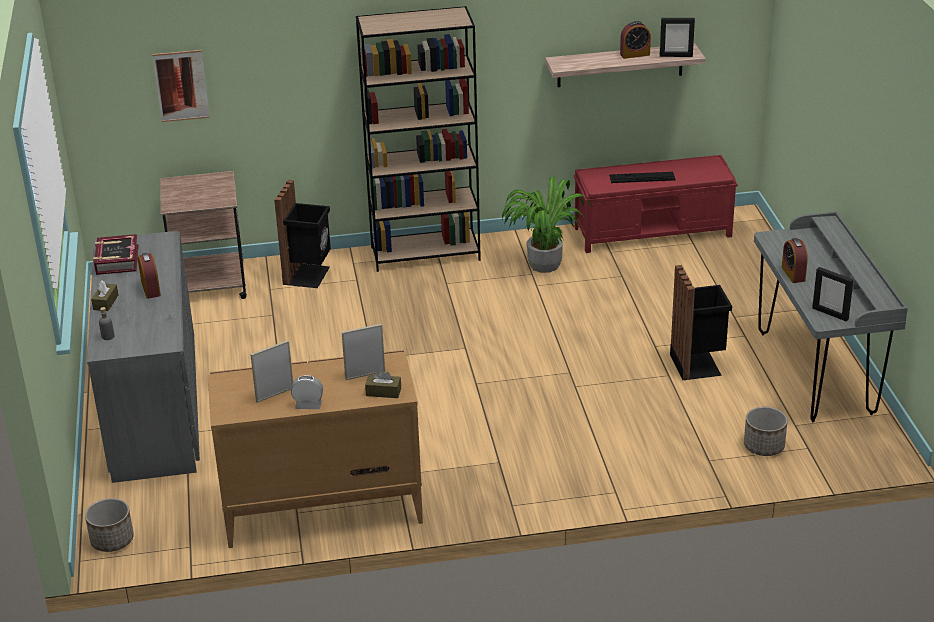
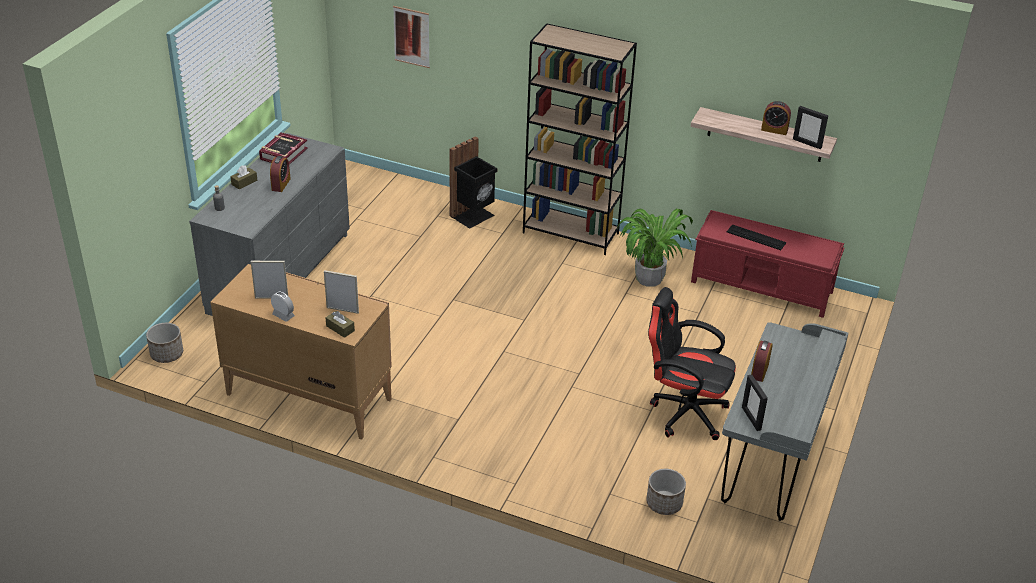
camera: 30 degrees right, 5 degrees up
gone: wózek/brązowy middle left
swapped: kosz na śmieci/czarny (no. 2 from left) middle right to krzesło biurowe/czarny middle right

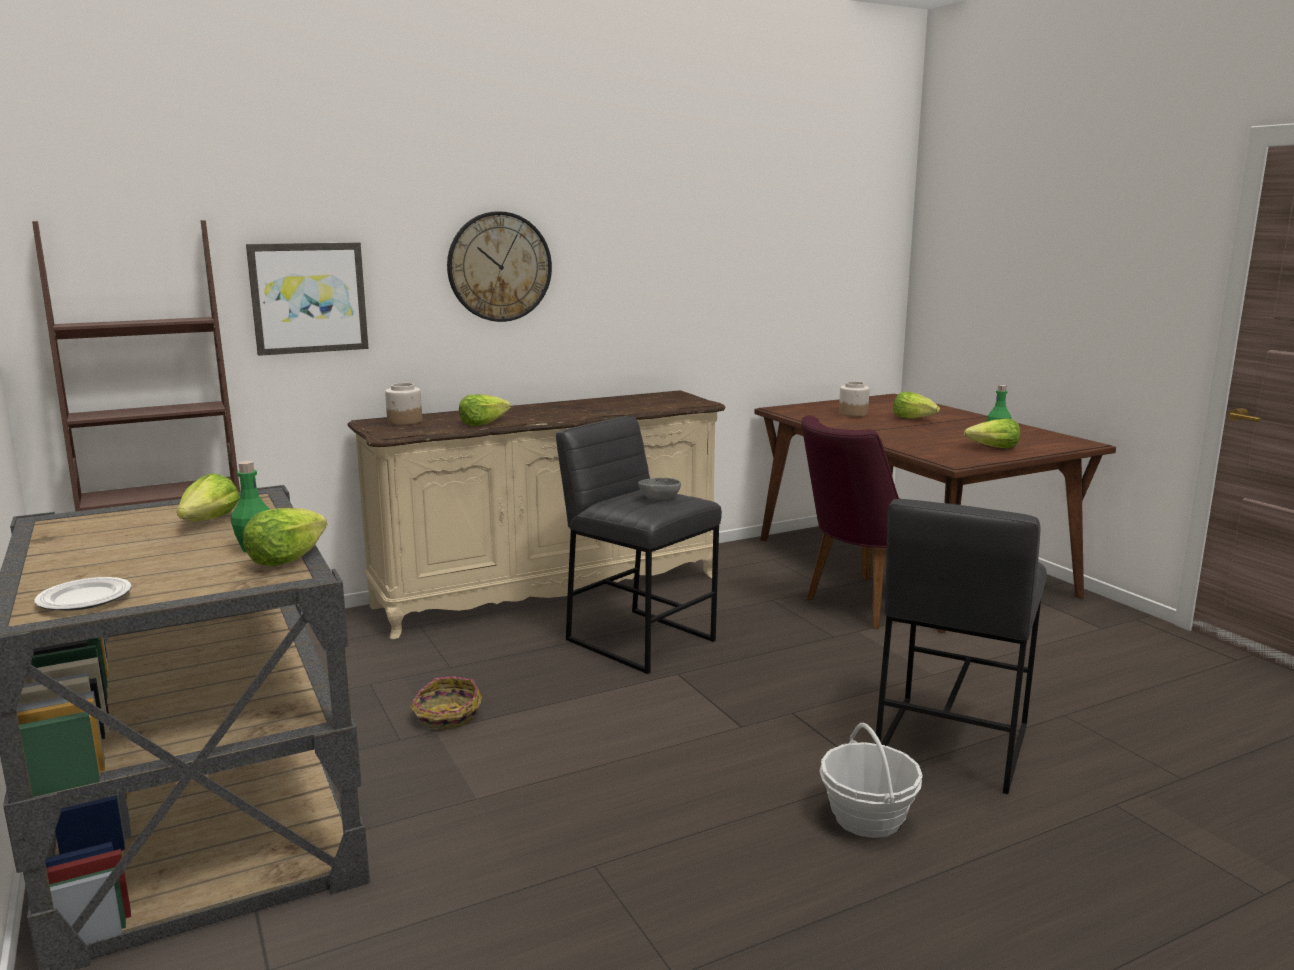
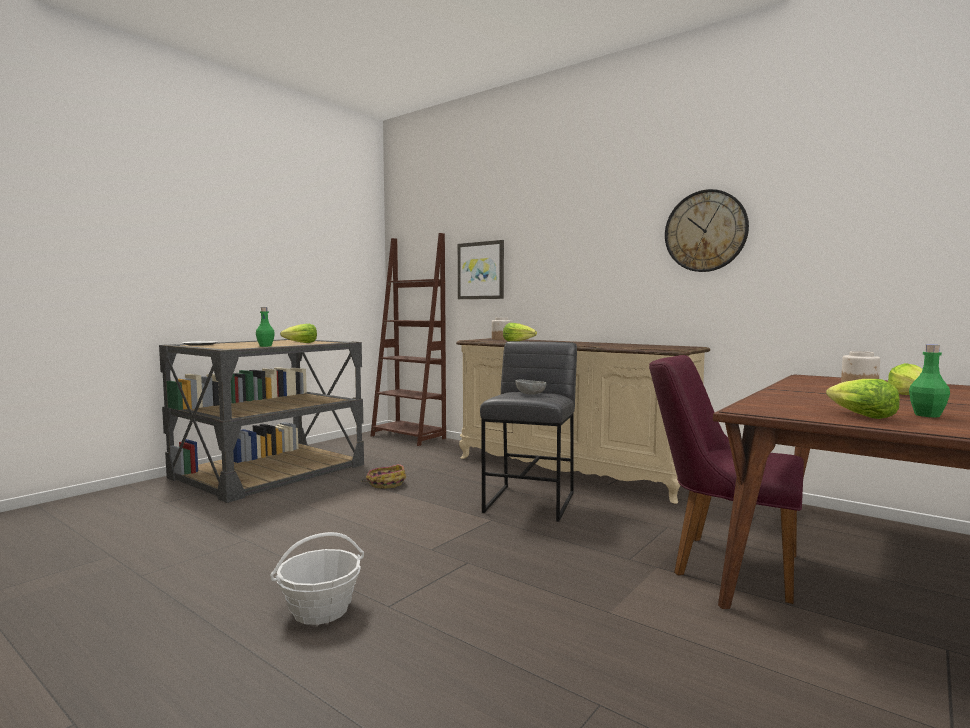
camera: 65 degrees right, 10 degrees down
gone: sałata (no. 2 from left) middle left; stołek/szary (no. 2 from left) middle right
shifted: zegar ścienny top centre to top right

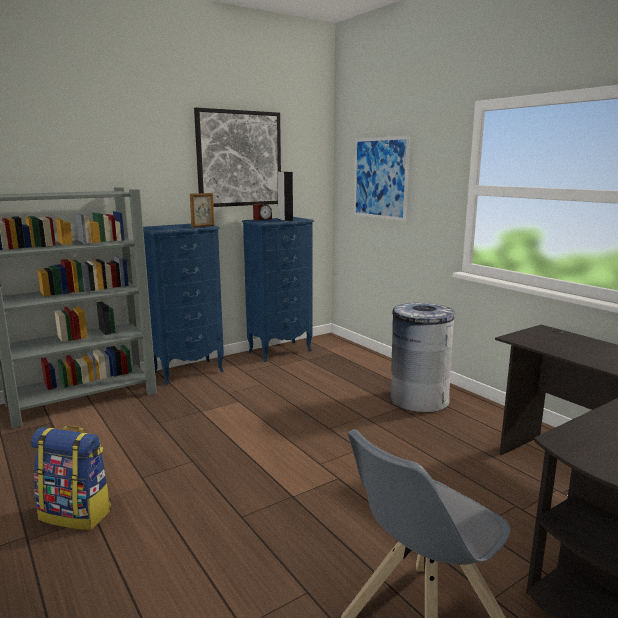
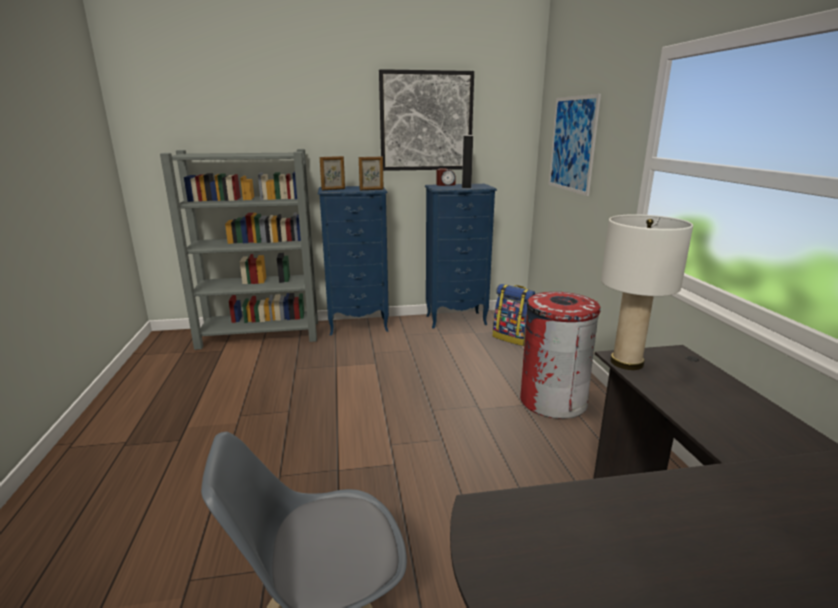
camera: 25 degrees right, 5 degrees up
new: ramka na zdjęcie (no. 1 from left) top centre; lampa stołowa/biały middle right
shifted: plecak bottom left to centre
repainted: kosz na śmieci/szary middle right to kosz na śmieci/czerwony middle right

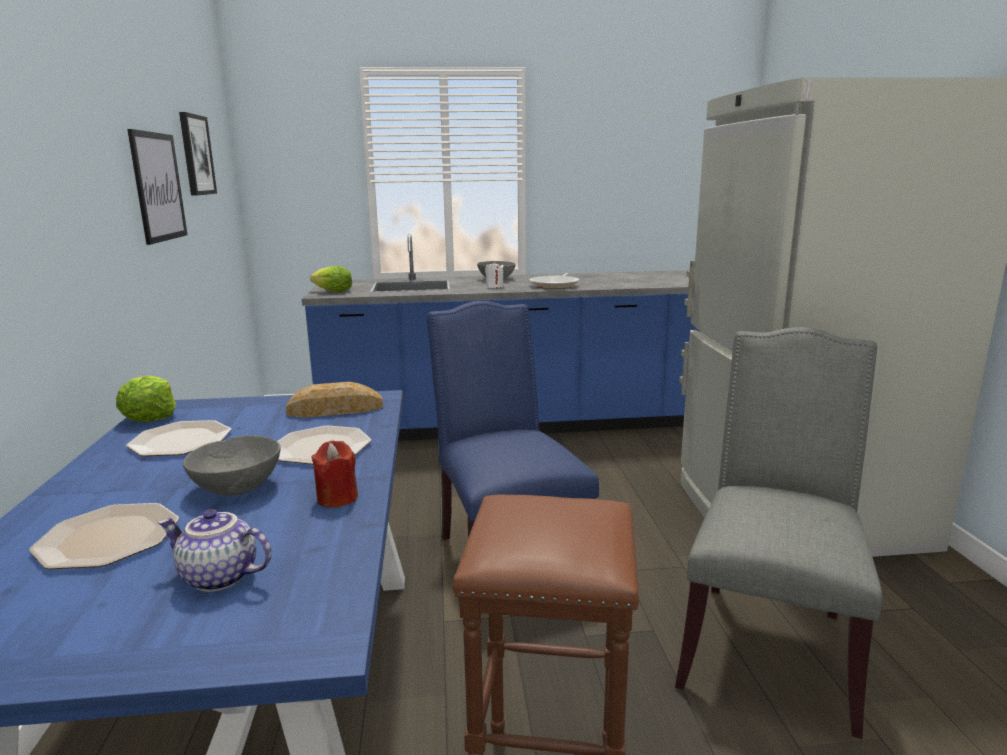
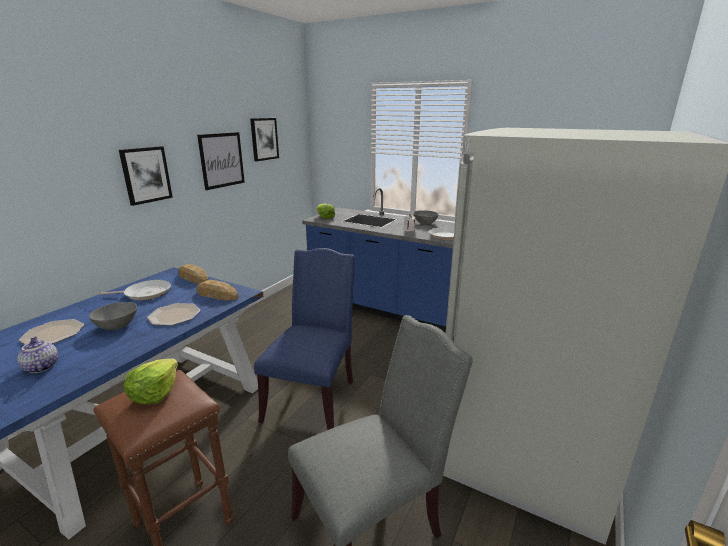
camera: 35 degrees right, 5 degrees up
gone: świeca/czerwony middle left
new: obraz (no. 1 from left) top left; chleb (no. 1 from left) middle left
shifted: sałata (no. 1 from left) middle left to bottom left
swapped: talerz (no. 2 from left) middle left to patelnia (no. 1 from left) middle left

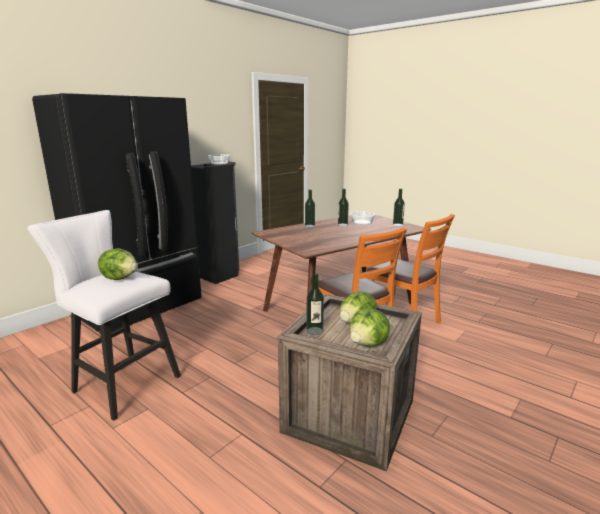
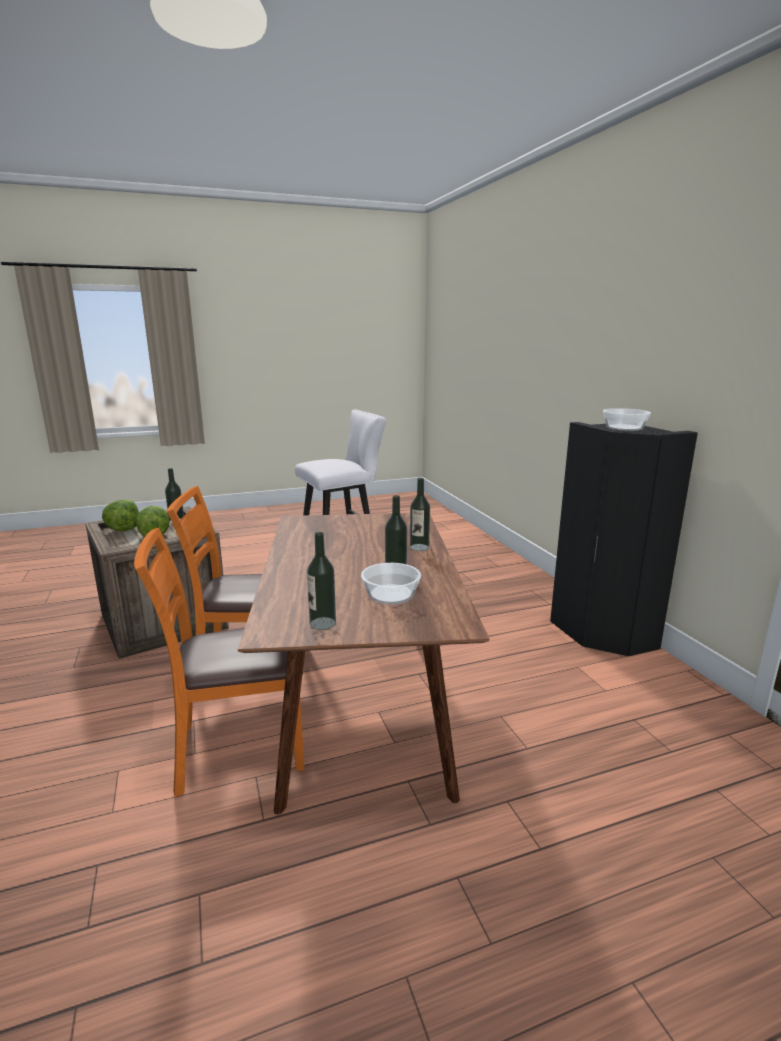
camera: 120 degrees right, 0 degrees up
gone: lodówka/czarny middle left; sałata (no. 1 from left) middle left

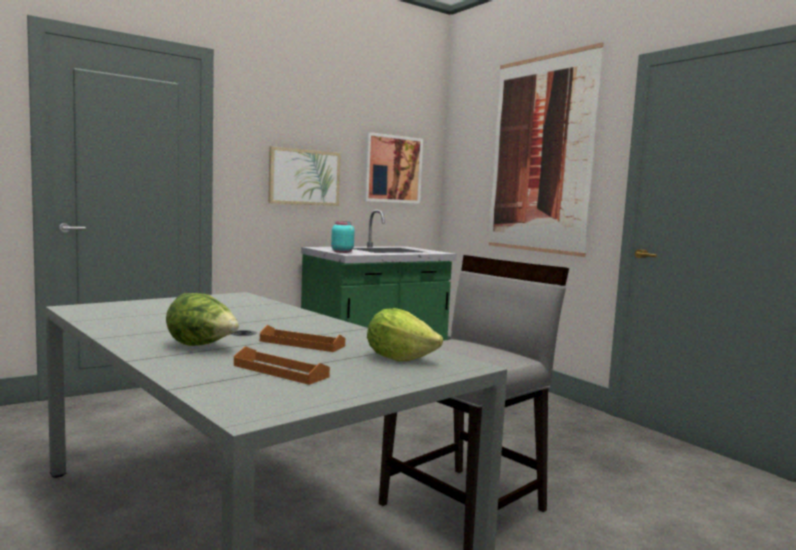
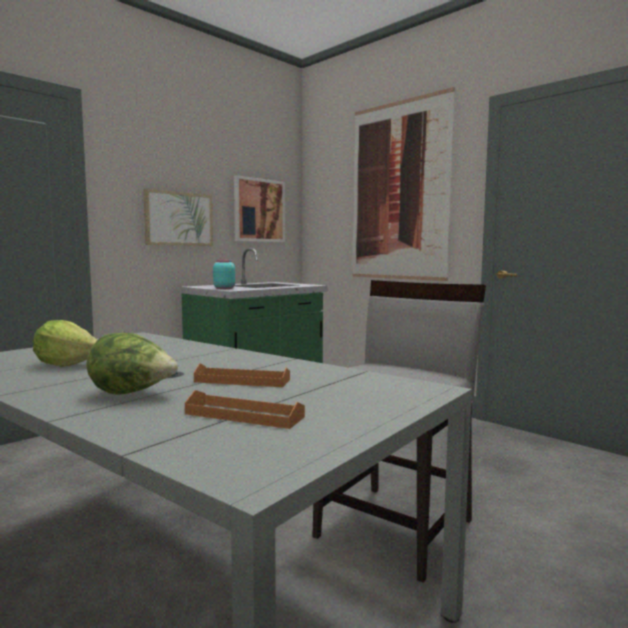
camera: 10 degrees left, 0 degrees up
shifted: sałata (no. 2 from left in the first image) centre to sałata (no. 1 from left) middle left

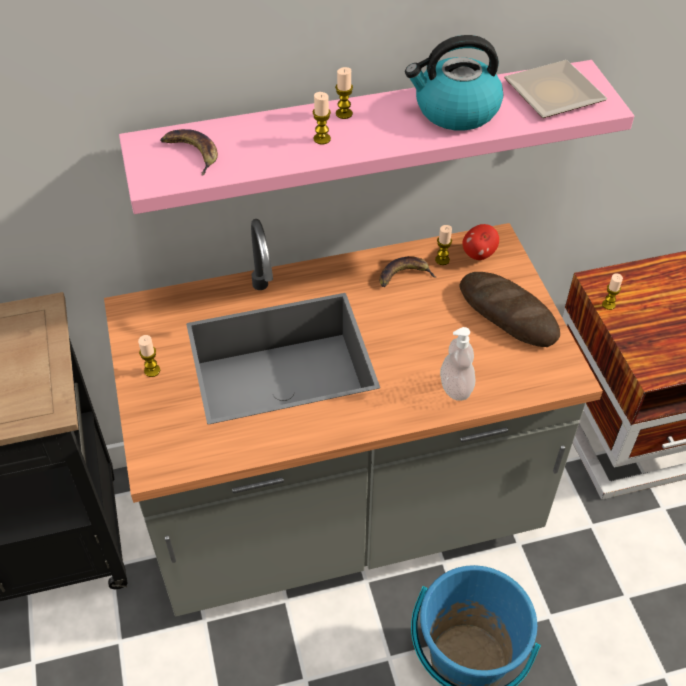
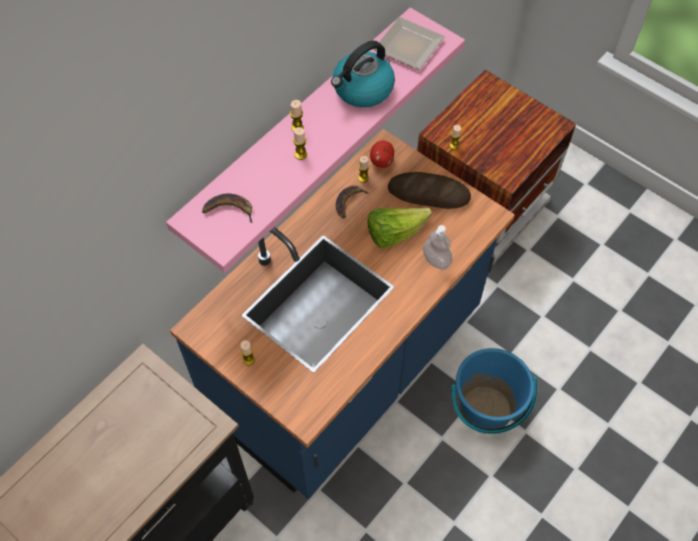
camera: 35 degrees left, 10 degrees up
new: sałata centre
repainted: zabudowa kuchenna/szary centre to zabudowa kuchenna/niebieski centre

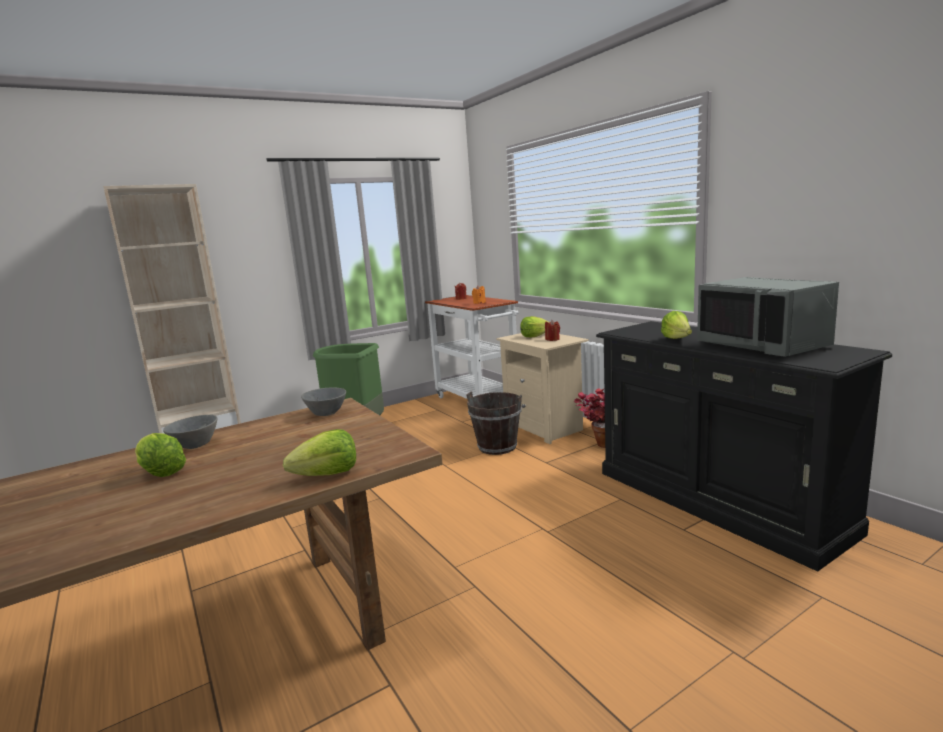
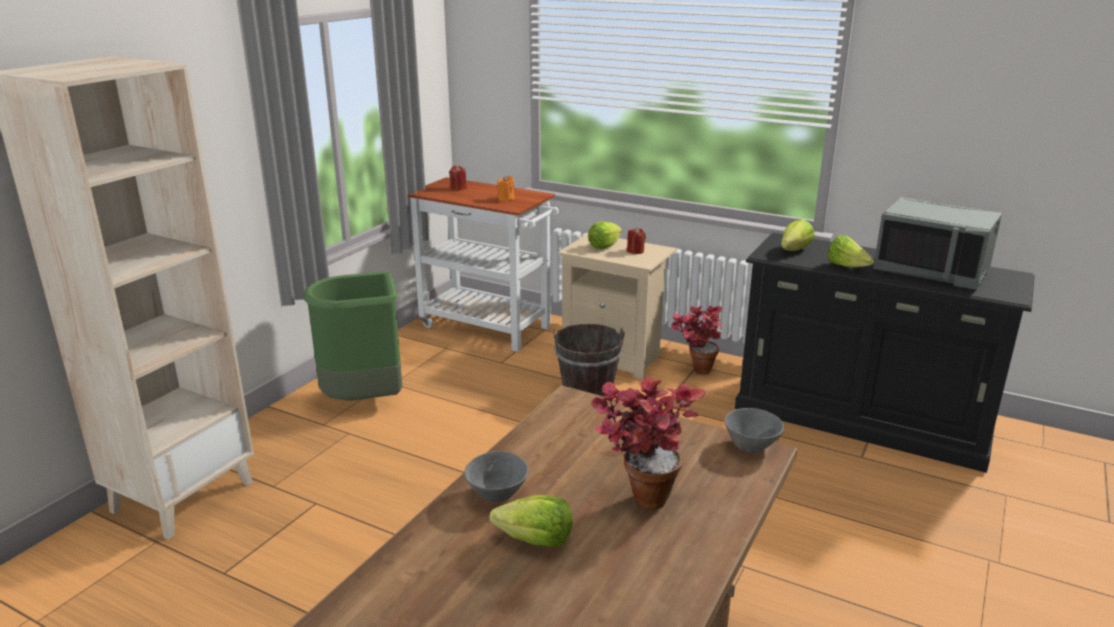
camera: 30 degrees left, 10 degrees up
new: roślina doniczkowa (no. 1 from left) bottom centre
shifted: sałata (no. 2 from left in the first image) centre to sałata (no. 3 from left) middle right; miska/szary (no. 2 from left) centre to bottom right

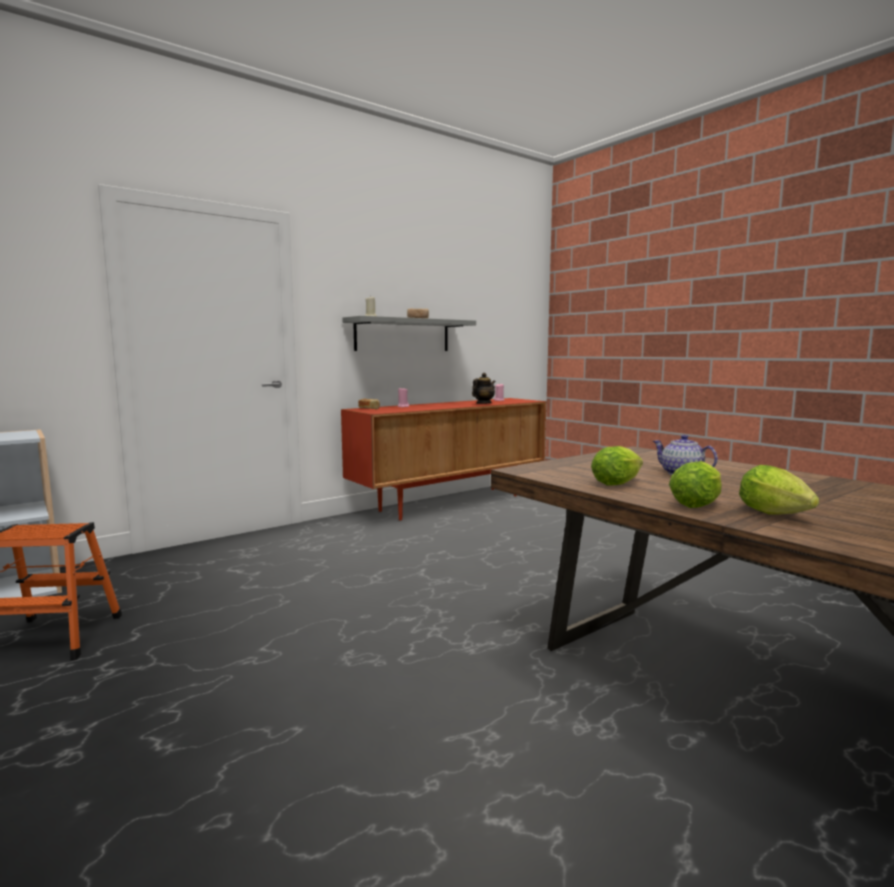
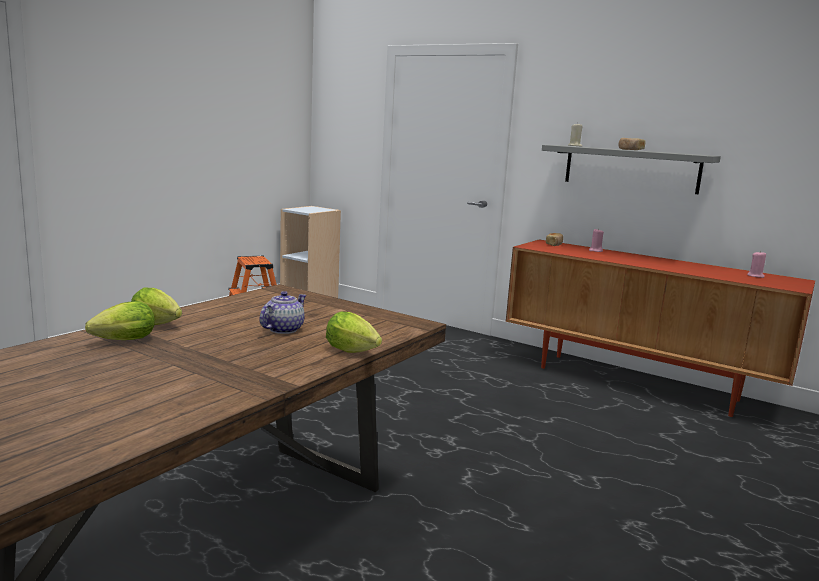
camera: 70 degrees right, 5 degrees up
gone: imbryk (no. 1 from left) centre
shifted: sałata (no. 1 from left in the first image) middle right to sałata (no. 3 from left) centre

